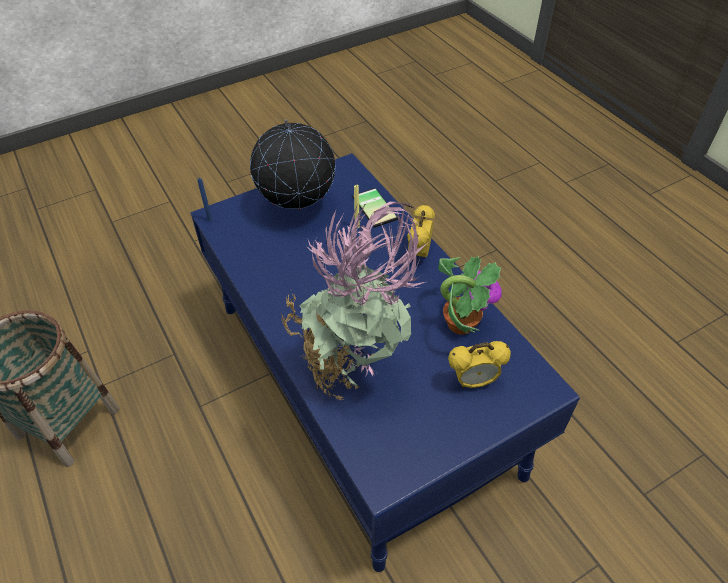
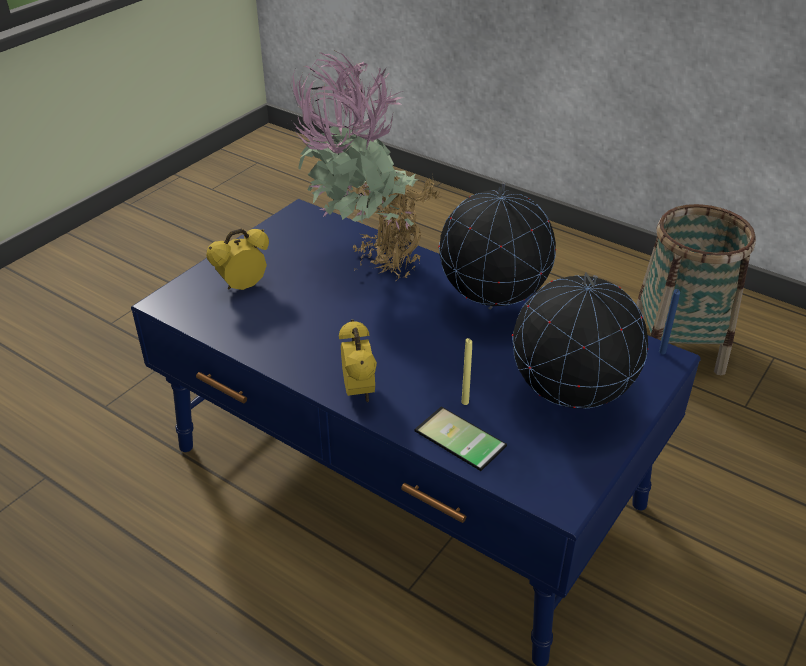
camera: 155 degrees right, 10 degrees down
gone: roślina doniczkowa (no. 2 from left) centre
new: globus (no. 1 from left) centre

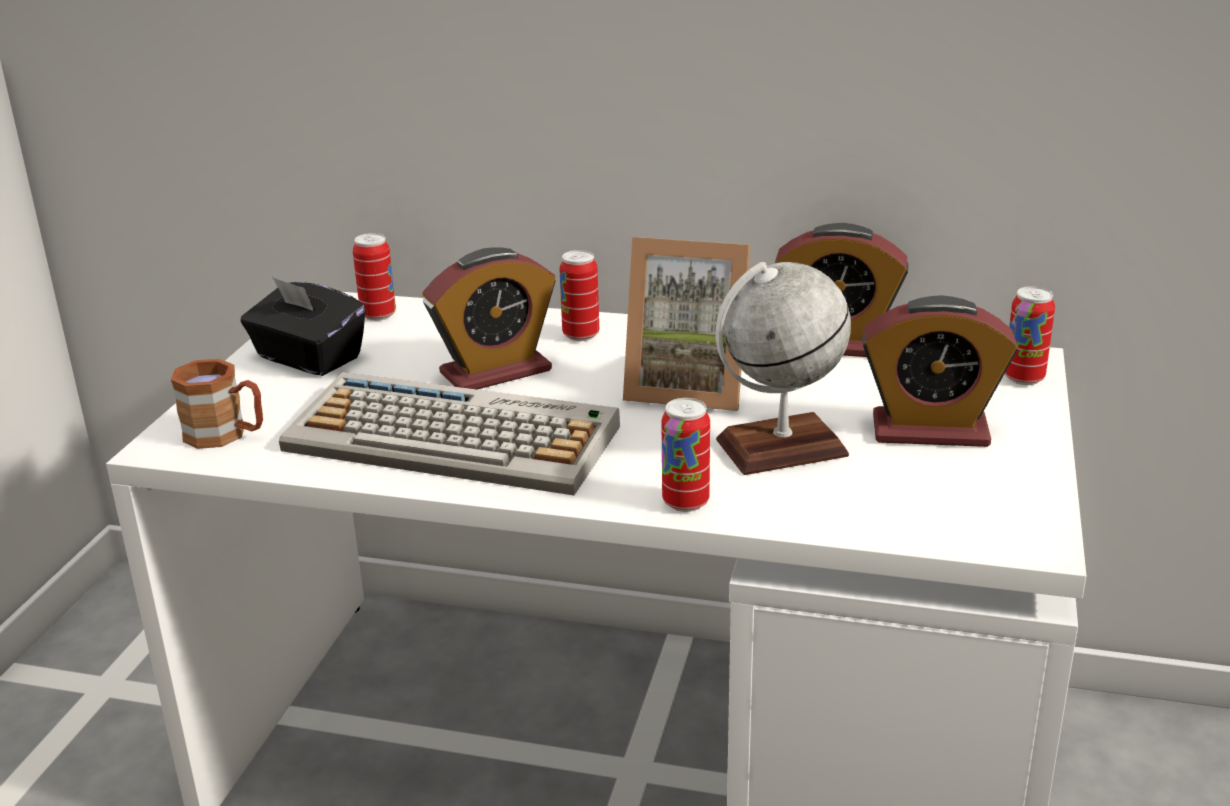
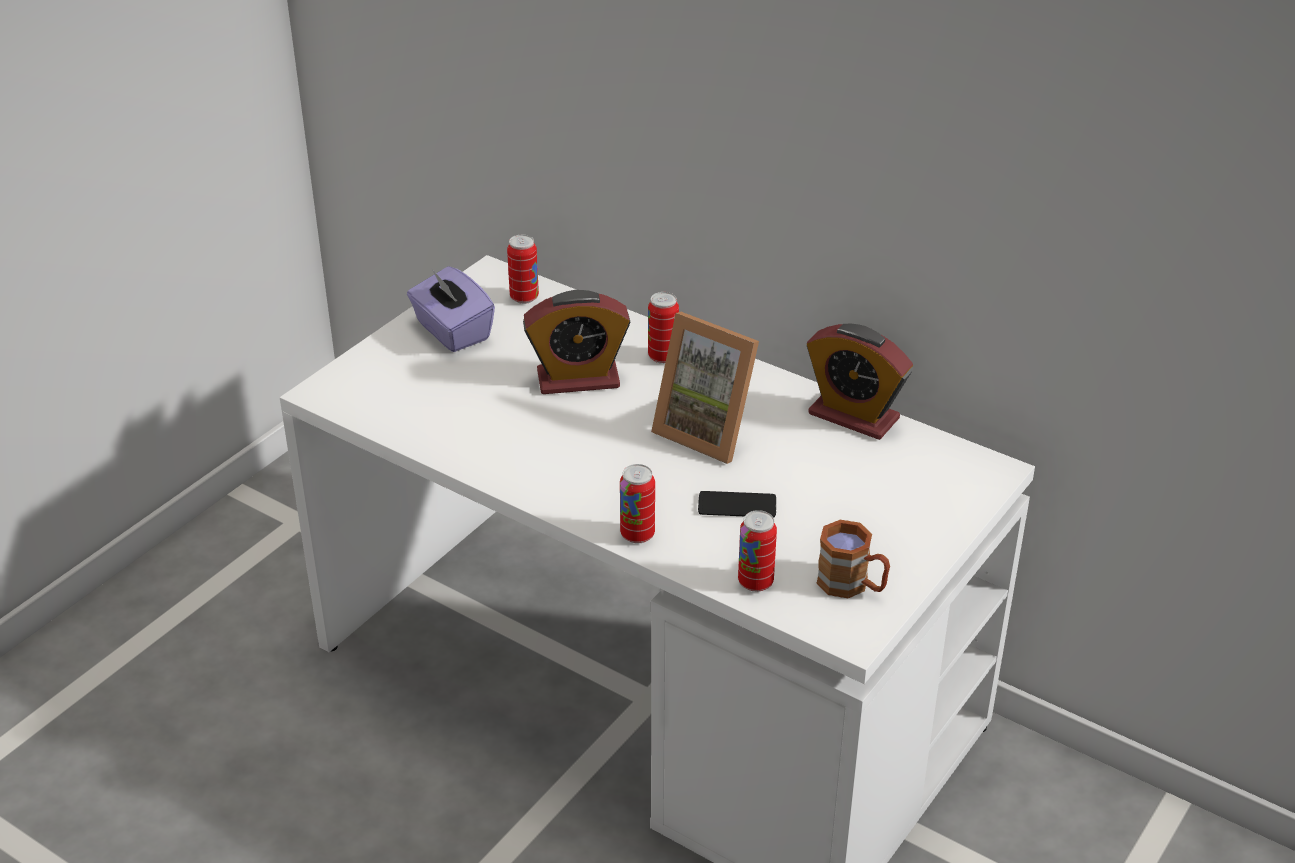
camera: 20 degrees right, 10 degrees up
gone: klawiatura centre; budzik (no. 3 from left) middle right
shifted: kubek/brązowy middle left to centre; puszka (no. 4 from left) middle right to centre
swapped: globus centre to telefon centre
repainted: pudełko chusteczek/czarny middle left to pudełko chusteczek/fioletowy centre

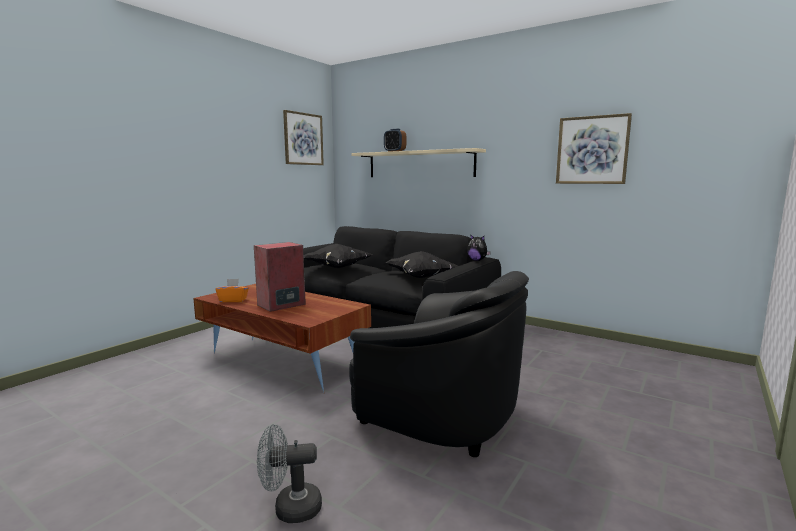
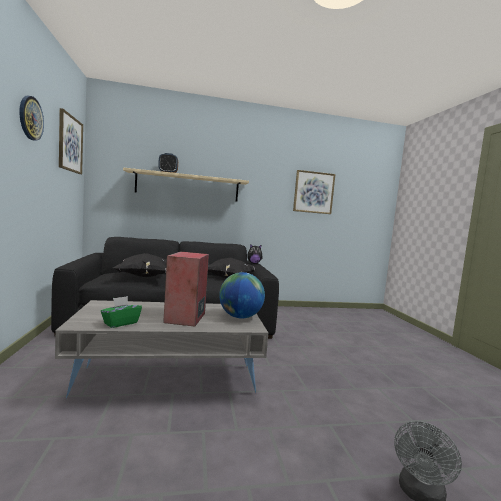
camera: 45 degrees left, 5 degrees down
gone: fotel/czarny bottom centre
new: zegar ścienny top left; globus centre
repainted: ława/brązowy centre to ława/szary bottom left; pudełko chusteczek/pomarańczowy middle left to pudełko chusteczek/zielony middle left

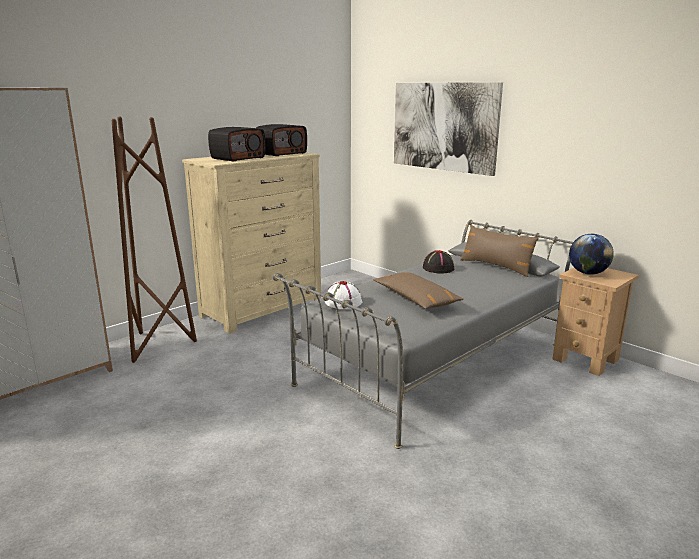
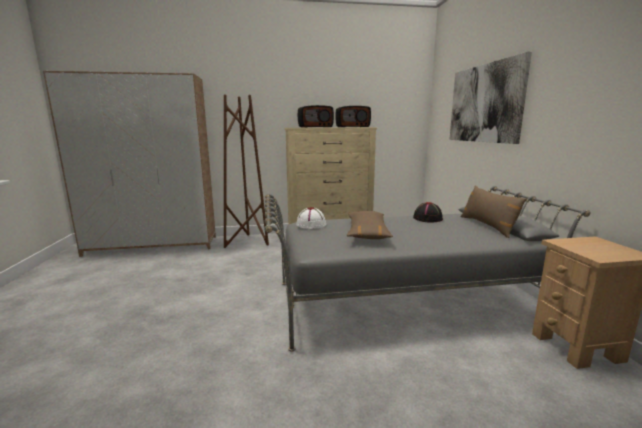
camera: 35 degrees right, 5 degrees down
gone: globus middle right

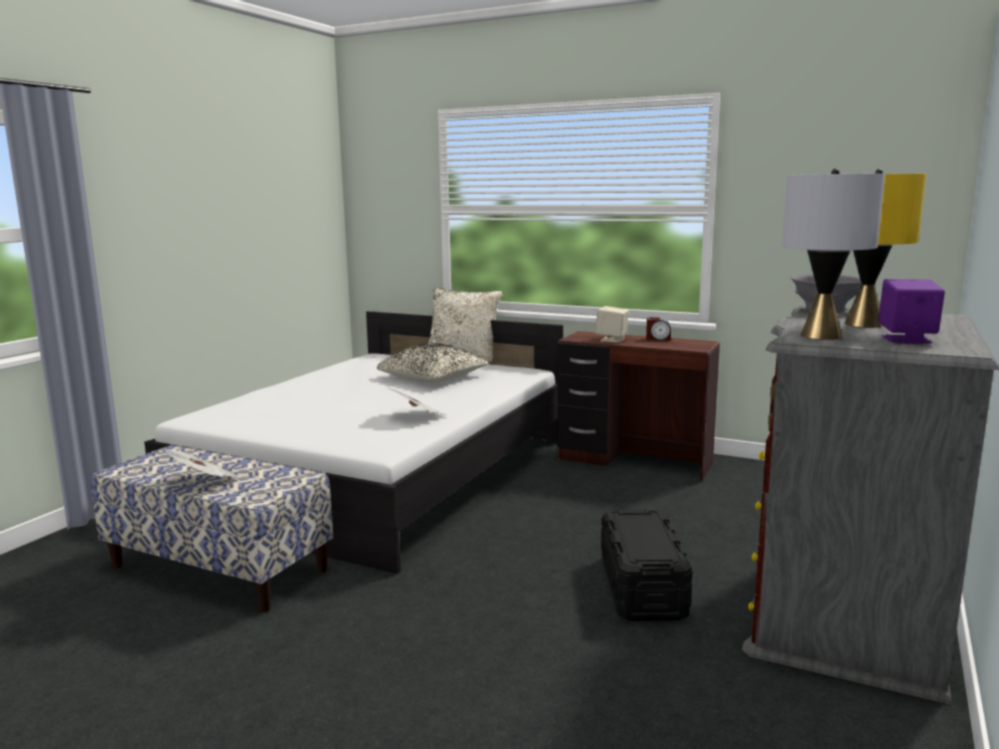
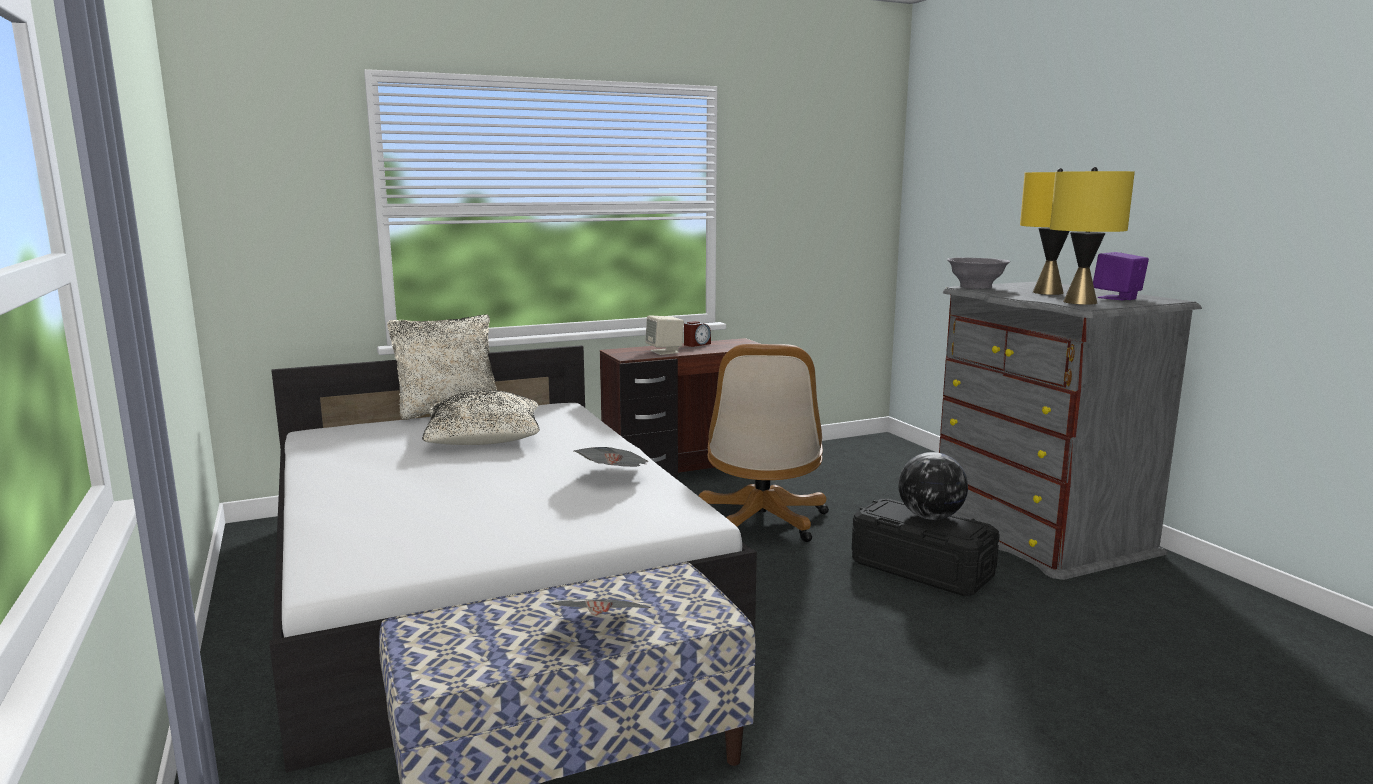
camera: 50 degrees left, 0 degrees up
new: krzesło biurowe centre; globus middle right
repainted: lampa stołowa/szary middle right to lampa stołowa/żółty (no. 2 from left) top right

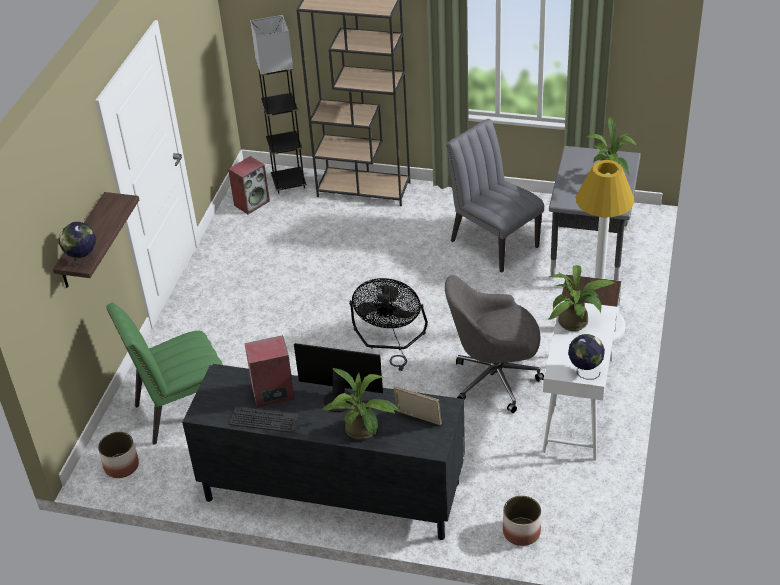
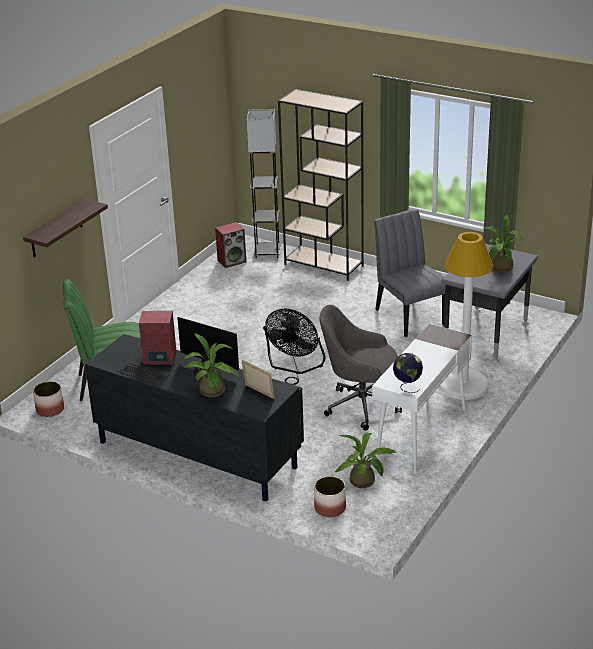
camera: 15 degrees right, 10 degrees down
gone: globus (no. 1 from left) middle left
shifted: roślina doniczkowa (no. 2 from left) middle right to bottom centre

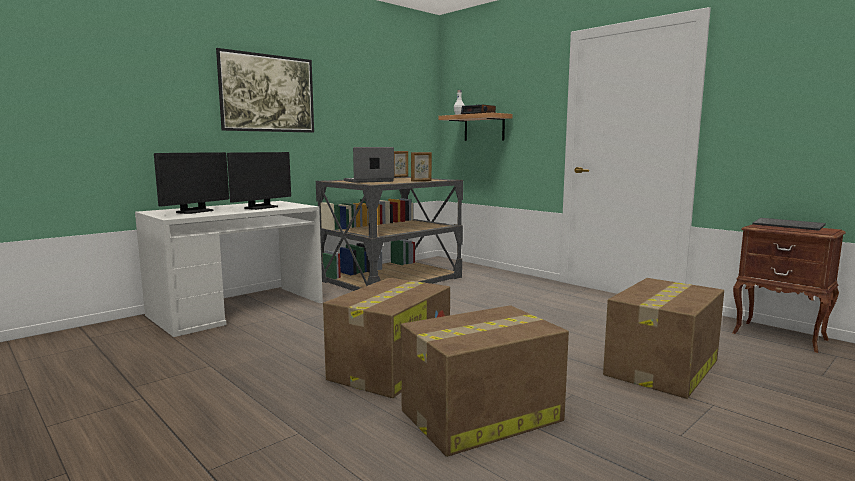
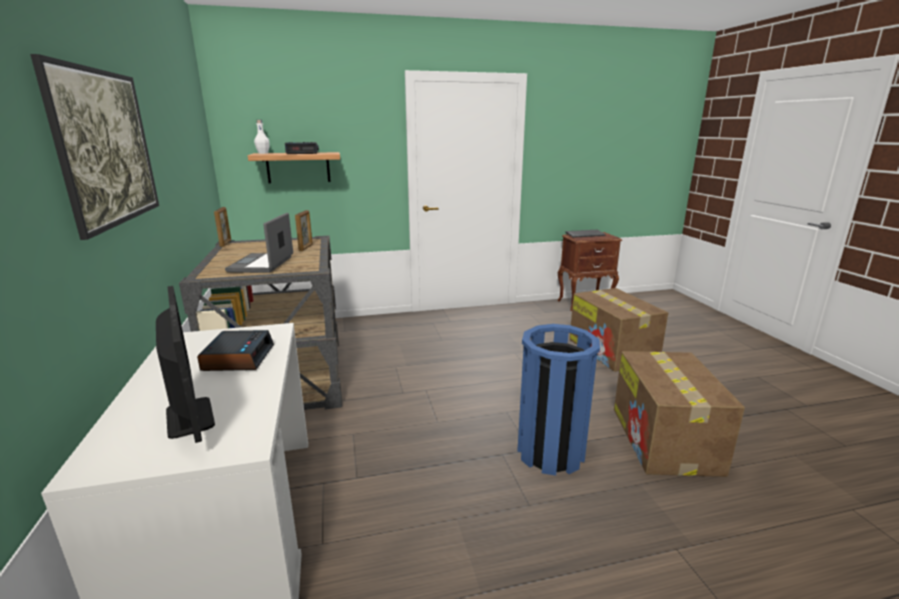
camera: 60 degrees left, 10 degrees up
swapped: monitor (no. 2 from left) middle left to budzik (no. 1 from left) middle left; karton (no. 1 from left) bottom centre to kosz na śmieci/niebieski bottom centre

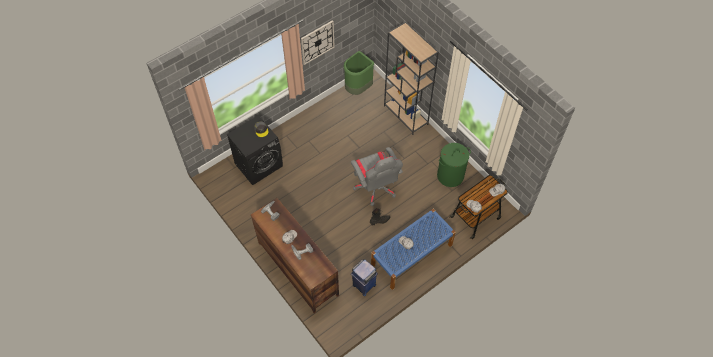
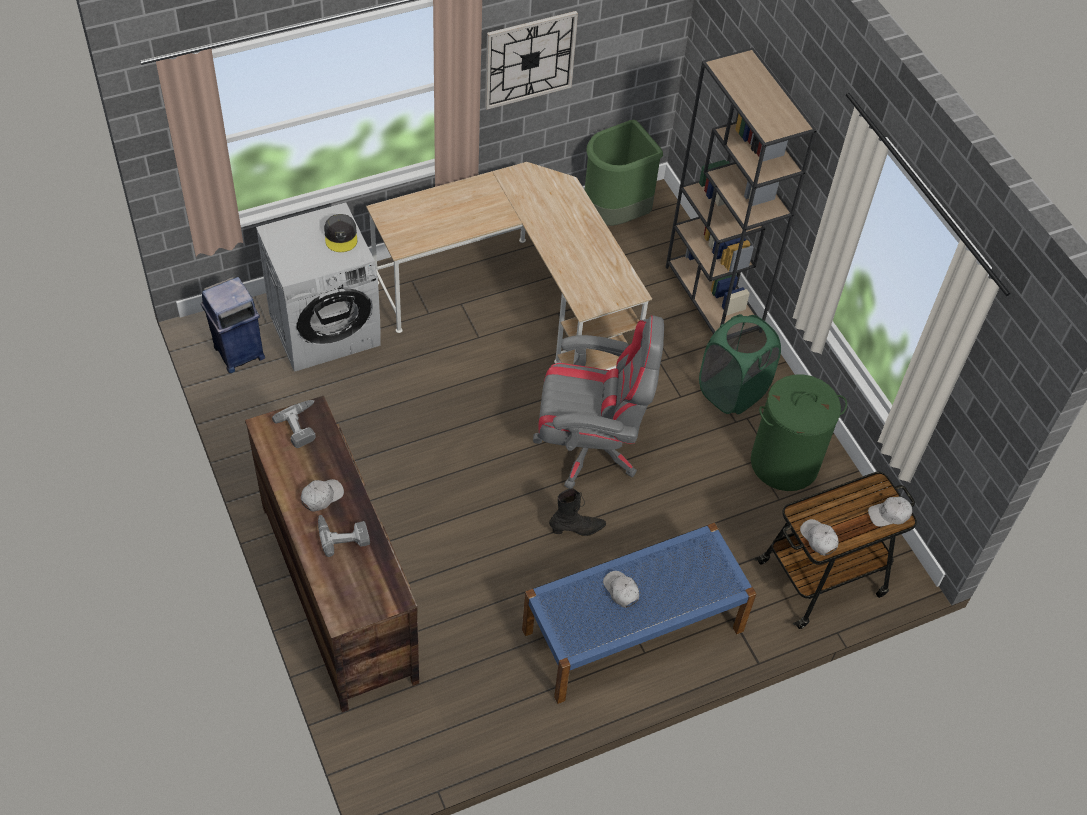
camera: 10 degrees right, 5 degrees down
new: biurko/beżowy top centre; kosz na pranie/zielony (no. 1 from left) middle right
shifted: kosz na śmieci/niebieski bottom centre to middle left
repainted: pralka/czarny centre to pralka/biały middle left
rotated: krzesło biurowe/szary centre = centre 75 degrees counterclockwise

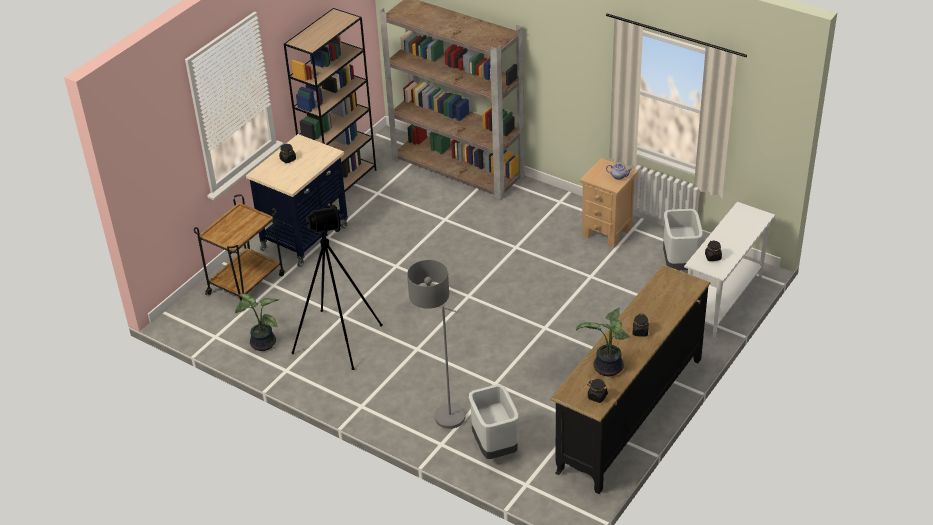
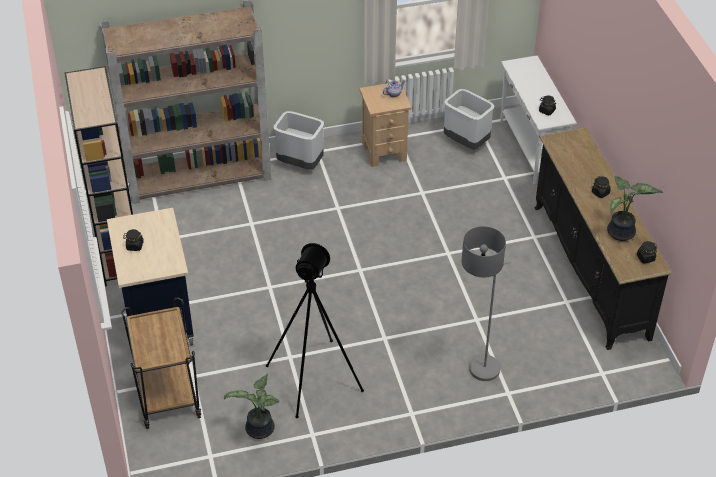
camera: 50 degrees left, 5 degrees up
shifted: kosz na śmieci/szary (no. 1 from left) bottom centre to top centre

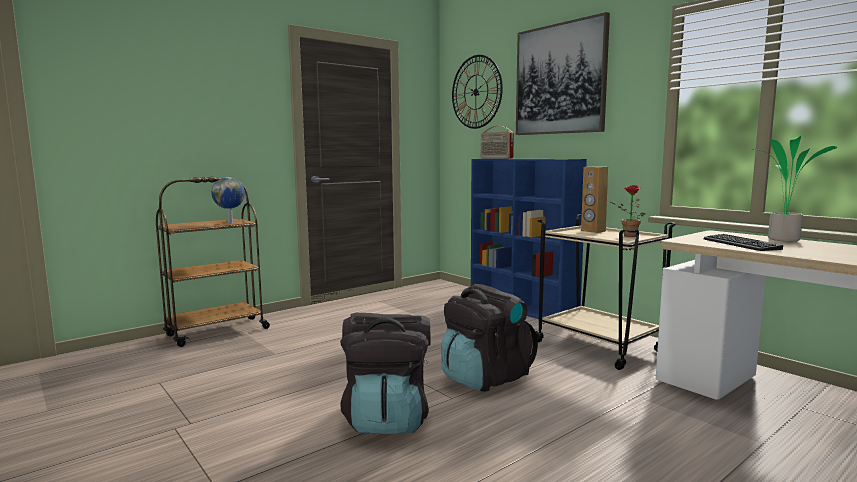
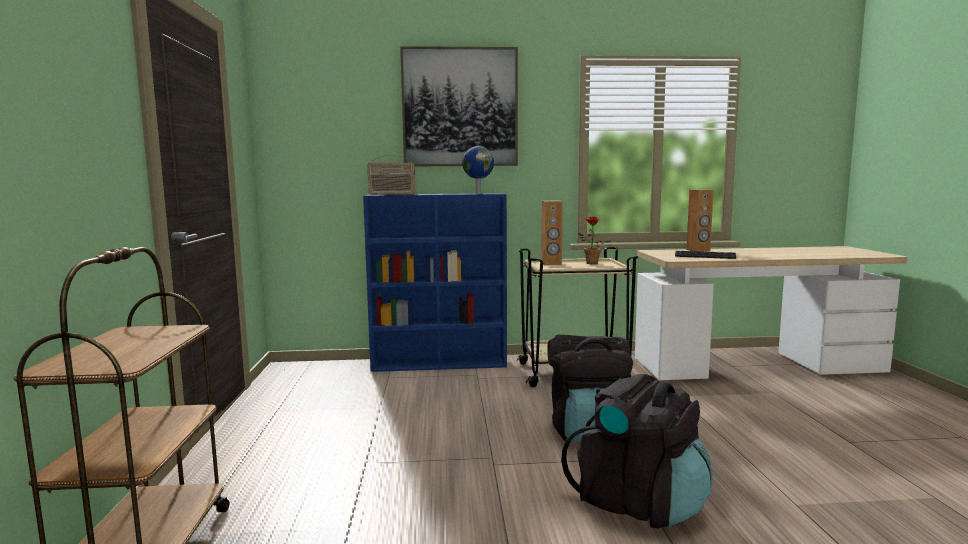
camera: 55 degrees left, 0 degrees up
gone: zegar ścienny top centre
shifted: globus middle left to top centre
swapped: roślina doniczkowa (no. 2 from left) middle right to głośnik/brązowy (no. 2 from left) middle right

